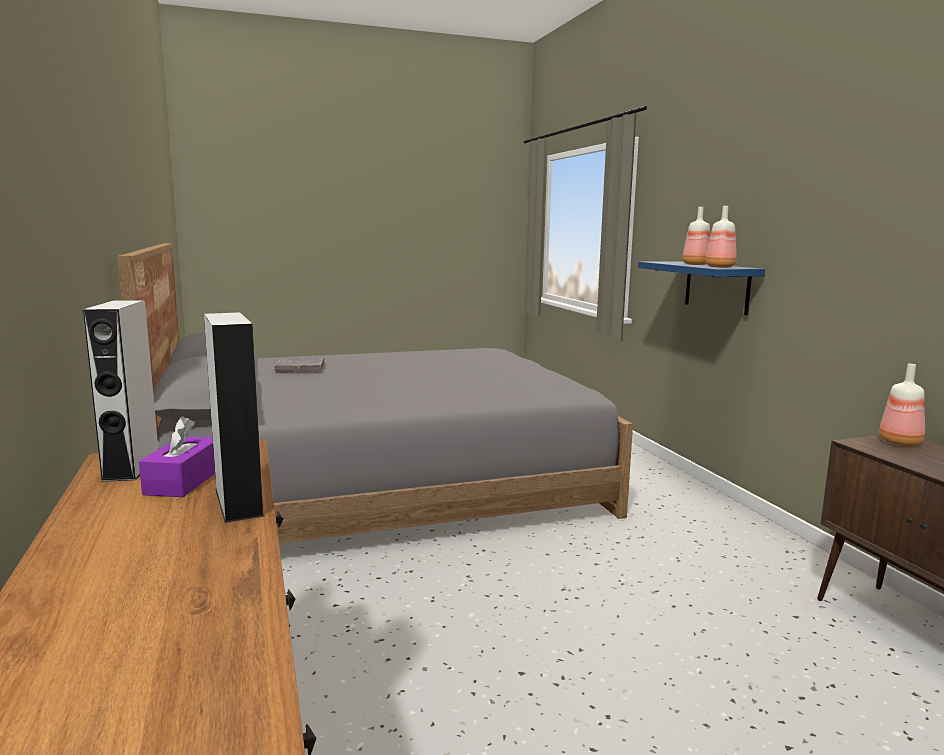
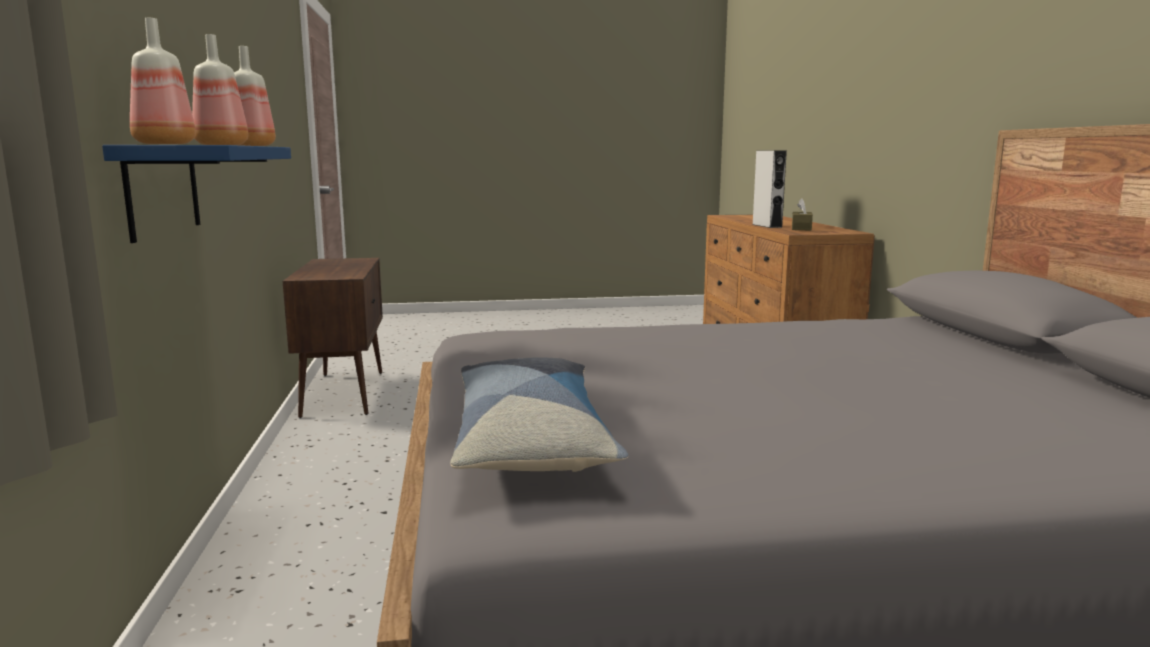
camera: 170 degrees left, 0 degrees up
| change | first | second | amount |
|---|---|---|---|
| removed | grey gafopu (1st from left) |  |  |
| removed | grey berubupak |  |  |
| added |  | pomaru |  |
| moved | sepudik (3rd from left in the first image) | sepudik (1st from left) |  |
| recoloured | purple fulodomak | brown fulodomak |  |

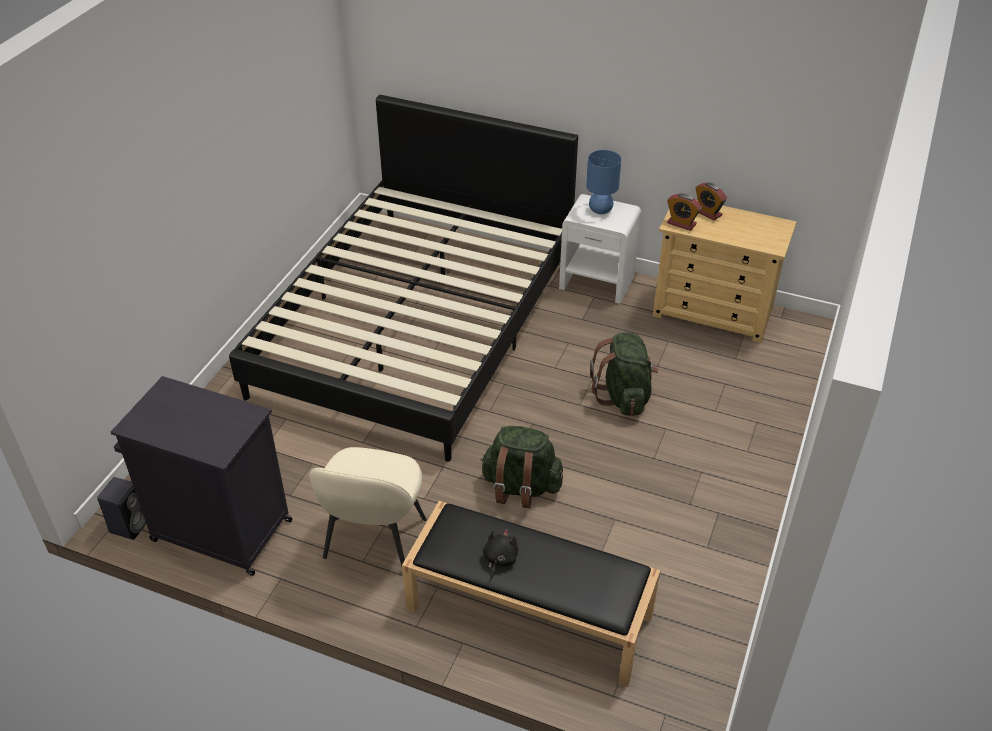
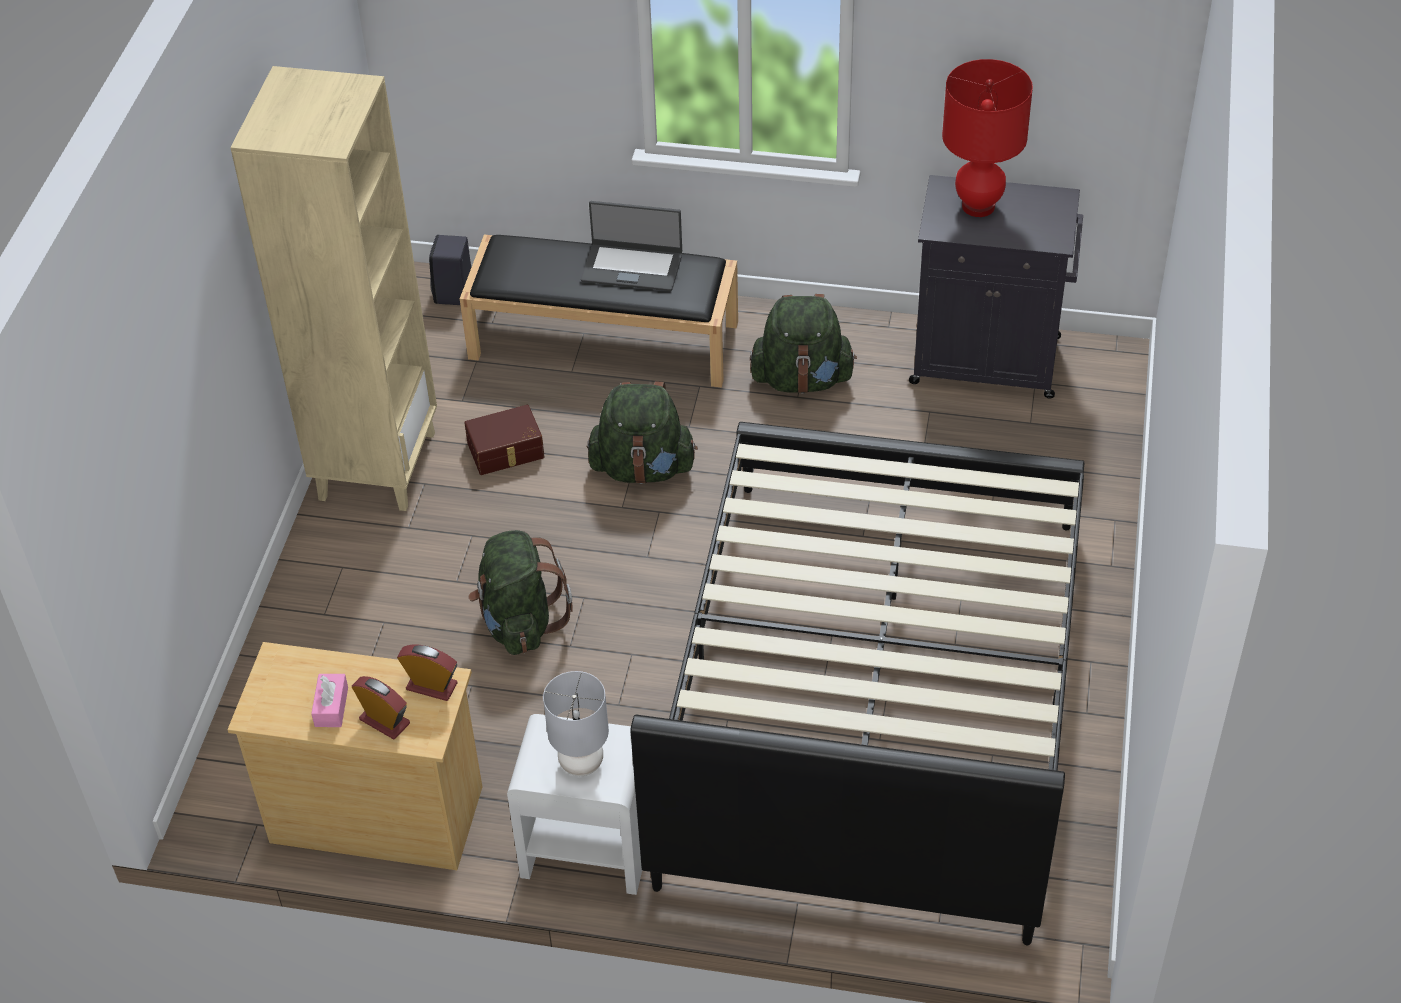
camera: 170 degrees right, 5 degrees up
| change | first | second | amount |
|---|---|---|---|
| added |  | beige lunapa |  |
| added |  | pink fulodomak |  |
| added |  | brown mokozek |  |
| added |  | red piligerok |  |
| moved | black gafopu |  |  |
| replaced | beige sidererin | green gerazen (3rd from left) |  |
| replaced | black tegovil | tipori |  |
| recoloured | blue piligerok | grey piligerok |  |

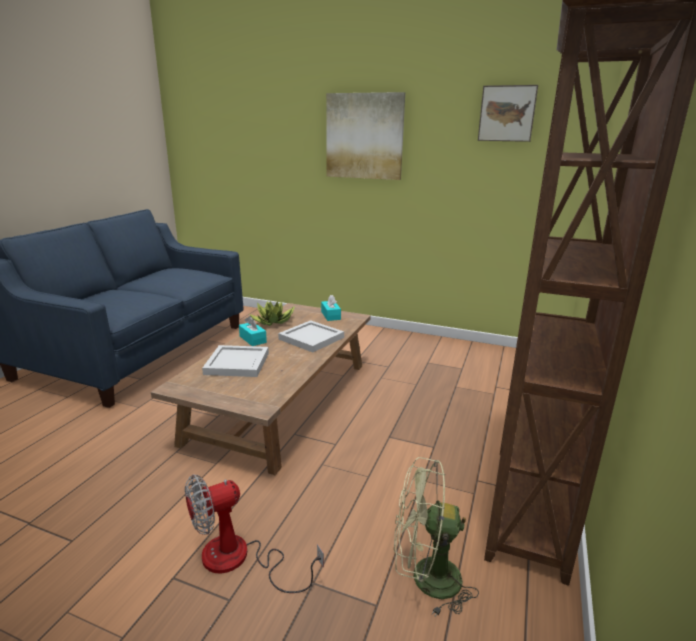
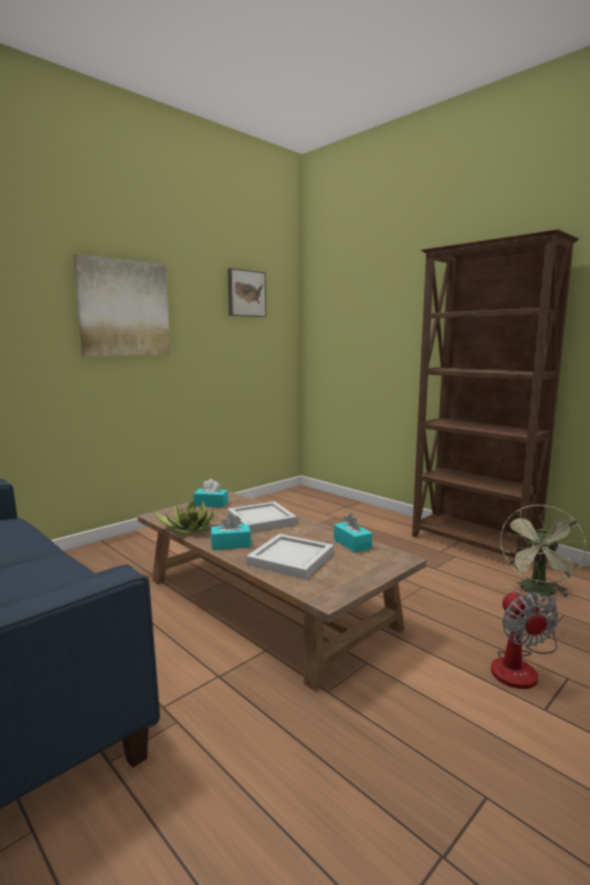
camera: 65 degrees left, 10 degrees down
| change | first | second | amount |
|---|---|---|---|
| added |  | turquoise fulodomak (3rd from left) |  |

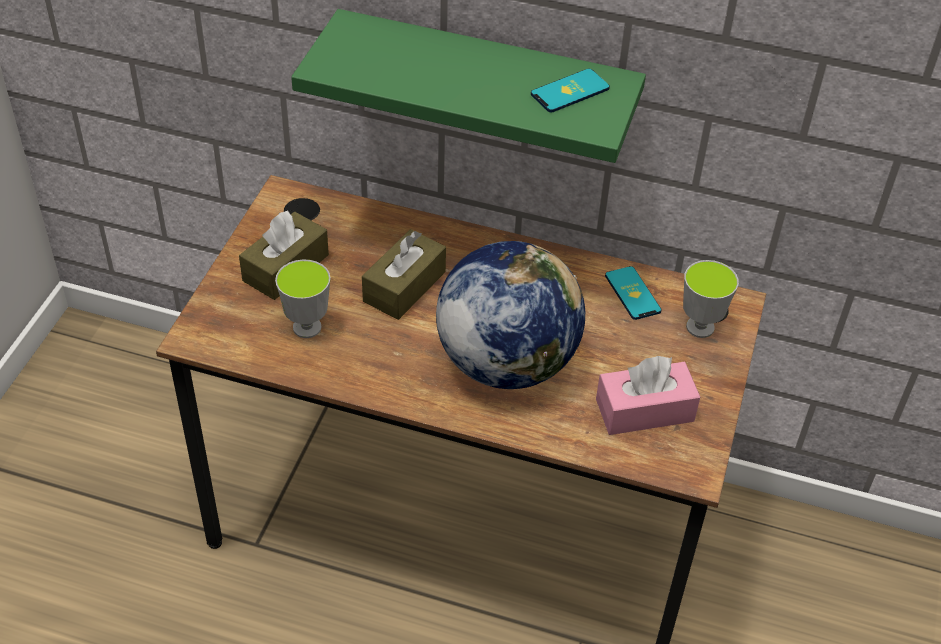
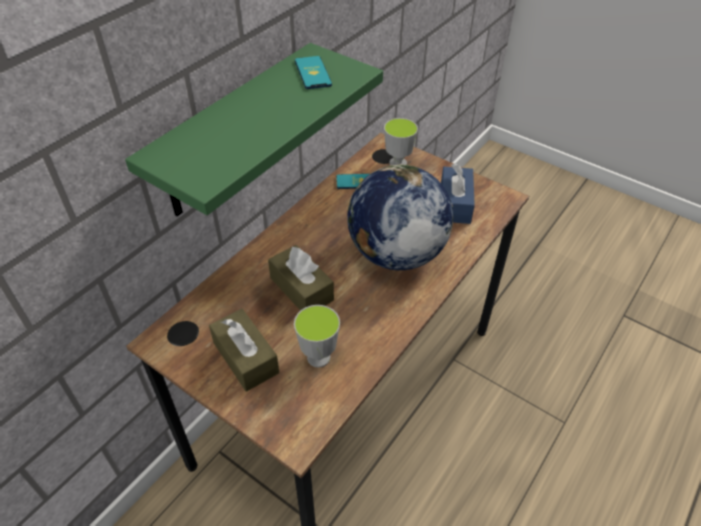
camera: 70 degrees left, 0 degrees up
| change | first | second | amount |
|---|---|---|---|
| recoloured | pink fulodomak | blue fulodomak |  |

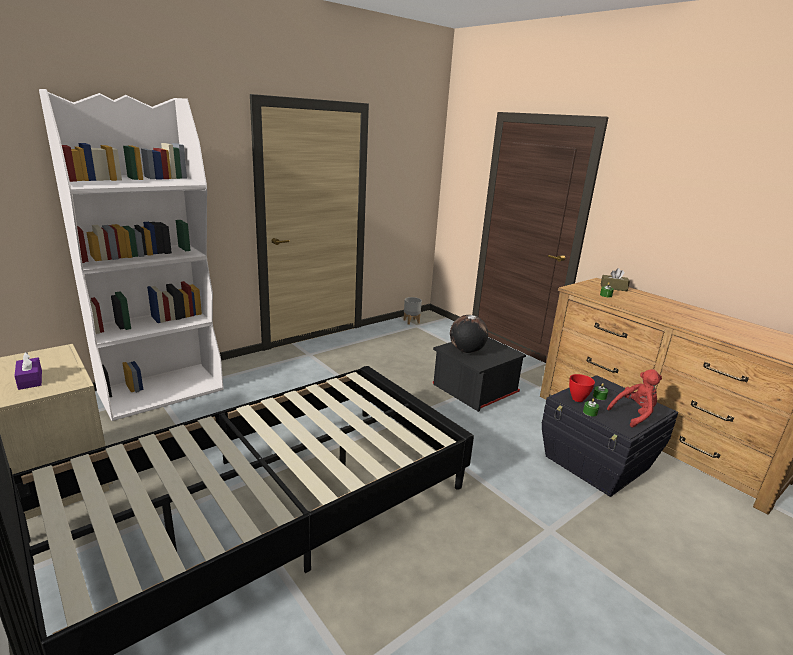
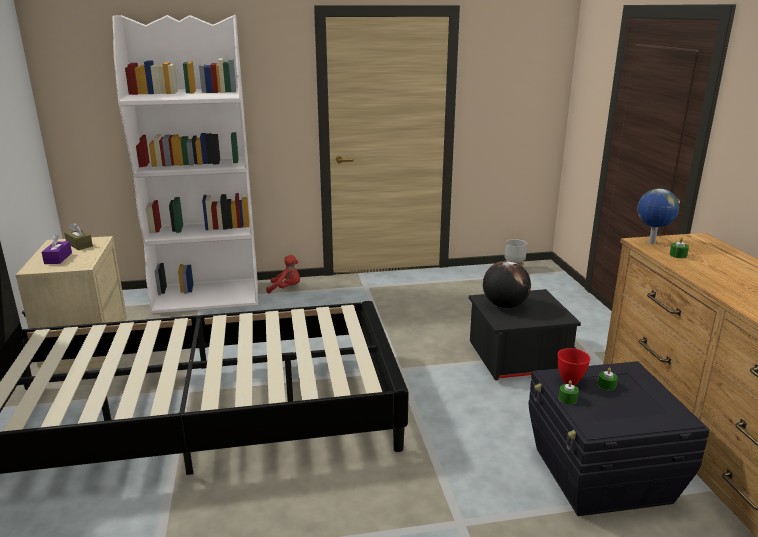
camera: 30 degrees right, 0 degrees up
| change | first | second | amount |
|---|---|---|---|
| added |  | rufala (2nd from left) |  |
| moved | brown fulodomak |  |  |
| moved | red tegovil |  |  |

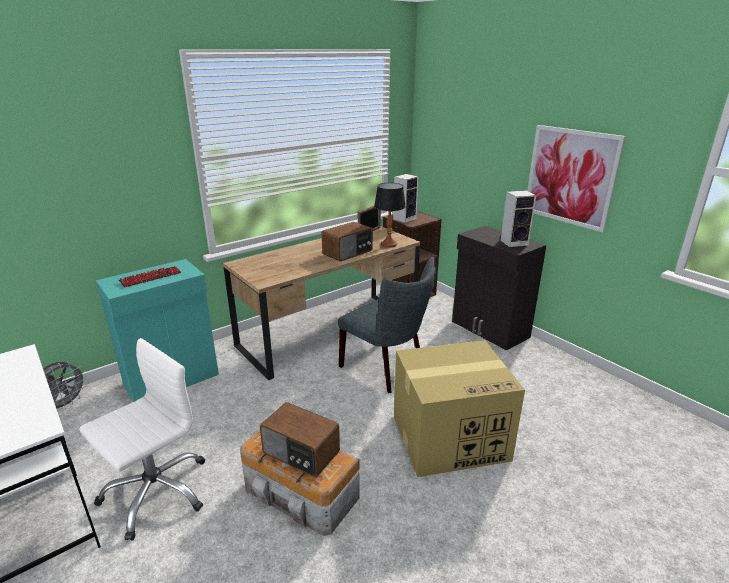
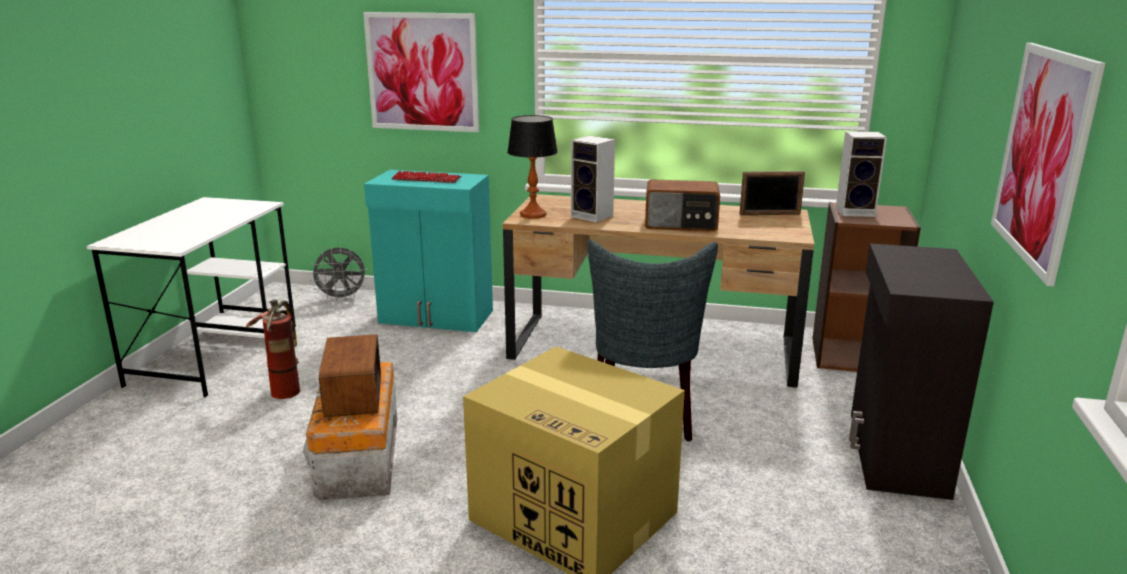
camera: 50 degrees right, 5 degrees down
| change | first | second | amount |
|---|---|---|---|
| added |  | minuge (1st from left) |  |
| moved | piligerok |  |  |
| moved | gafopu (2nd from left in the first image) | gafopu (1st from left) |  |
| replaced | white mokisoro | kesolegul |  |

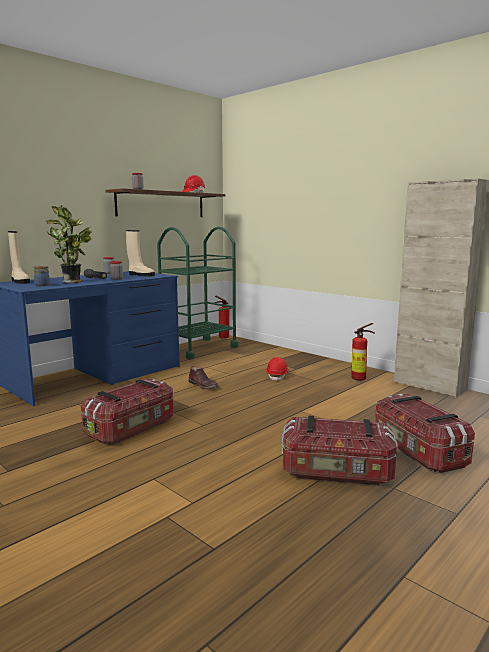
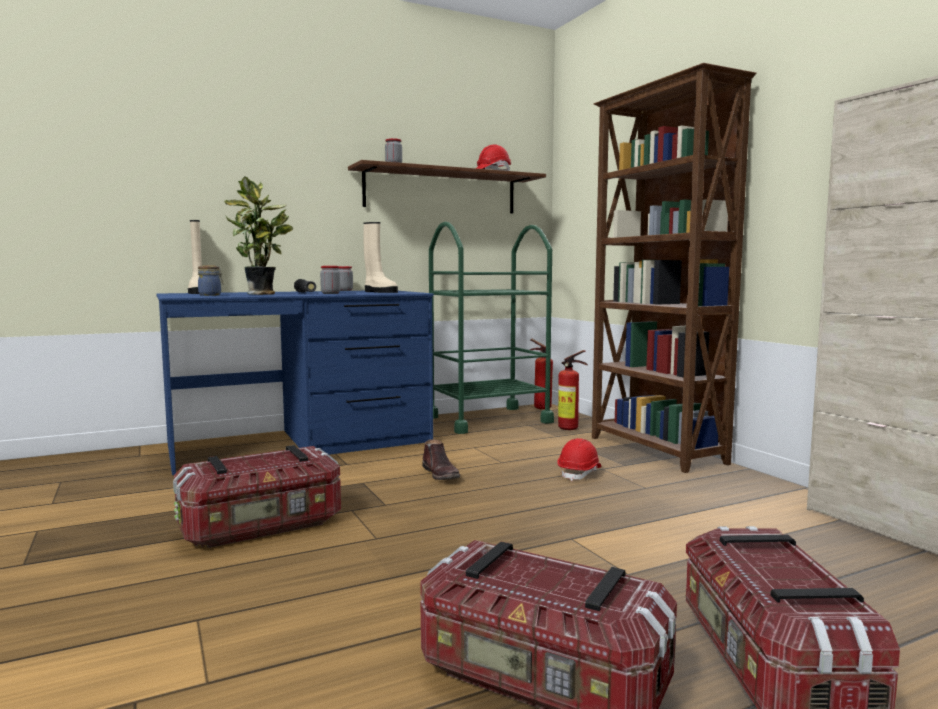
camera: 20 degrees right, 5 degrees down
| change | first | second | amount |
|---|---|---|---|
| added |  | brown lunapa |  |
| moved | kesolegul (2nd from left) |  |  |

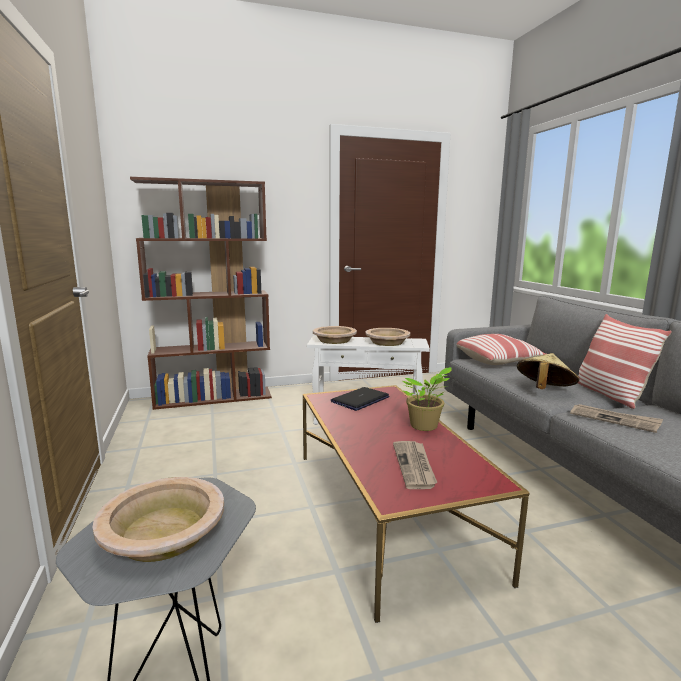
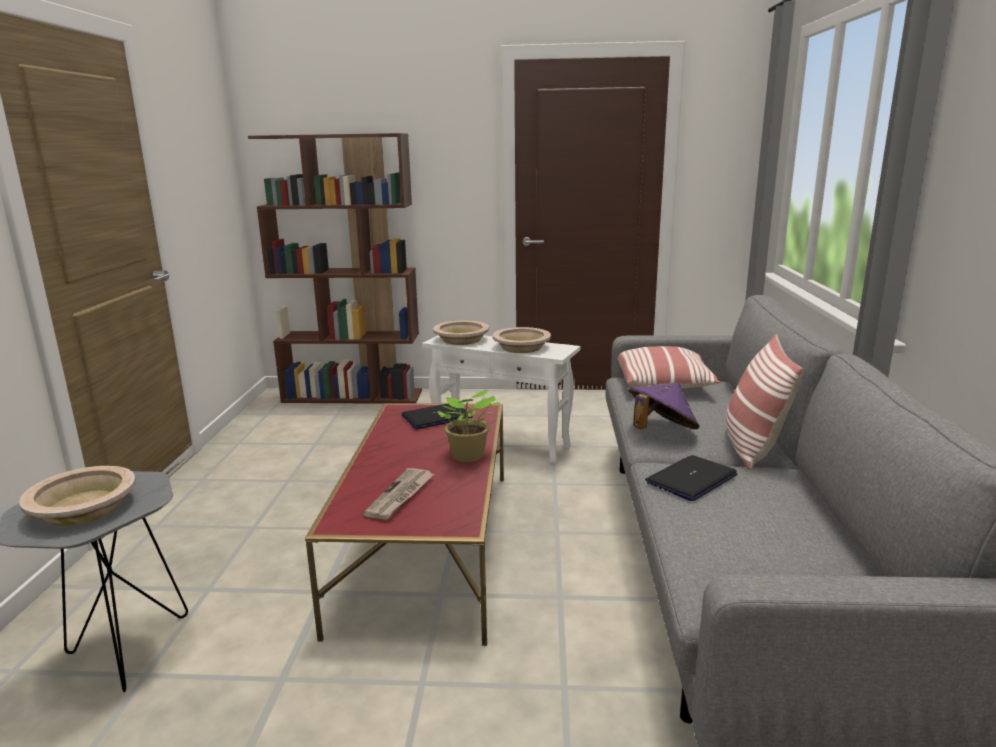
camera: 20 degrees right, 5 degrees up
| change | first | second | amount |
|---|---|---|---|
| replaced | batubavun (2nd from left) | tipori (2nd from left) |  |
| recoloured | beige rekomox | purple rekomox |  |

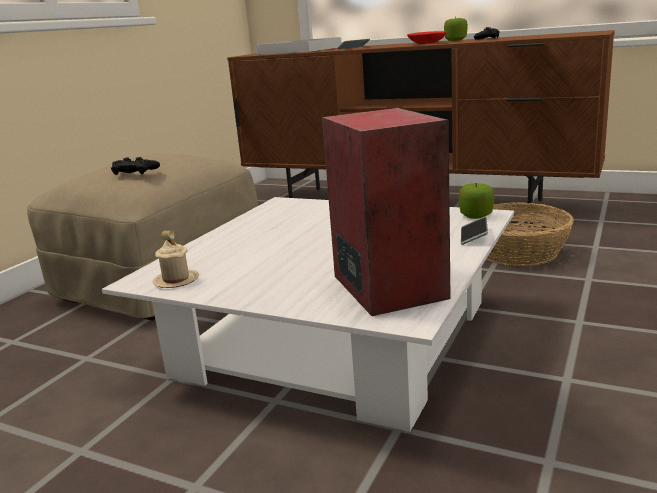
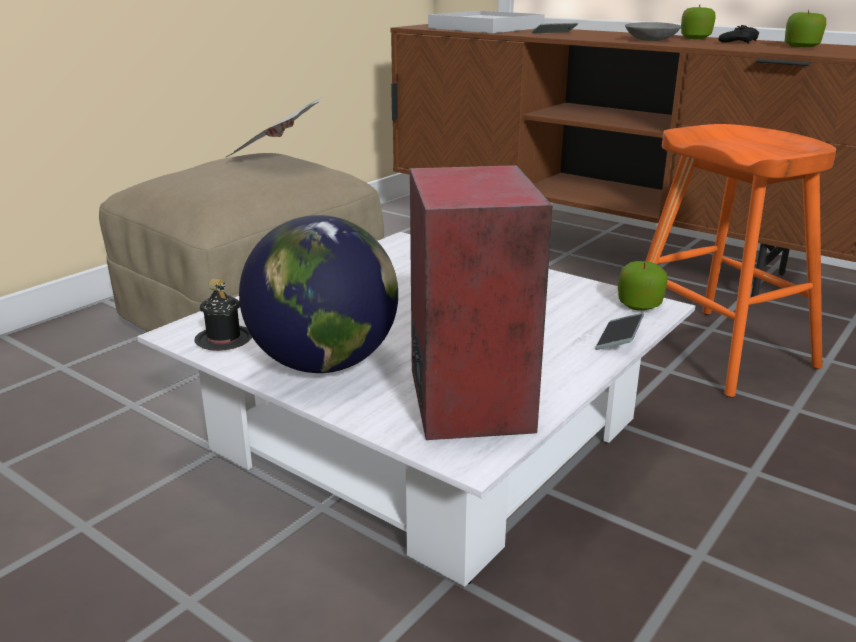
camera: 10 degrees right, 5 degrees up
| change | first | second | amount |
|---|---|---|---|
| removed | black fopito (1st from left) |  |  |
| added |  | batubavun |  |
| added |  | rufala |  |
| added |  | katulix (3rd from left) |  |
| replaced | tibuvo | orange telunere |  |
| recoloured | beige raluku | black raluku |  |
| recoloured | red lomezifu | grey lomezifu |  |

